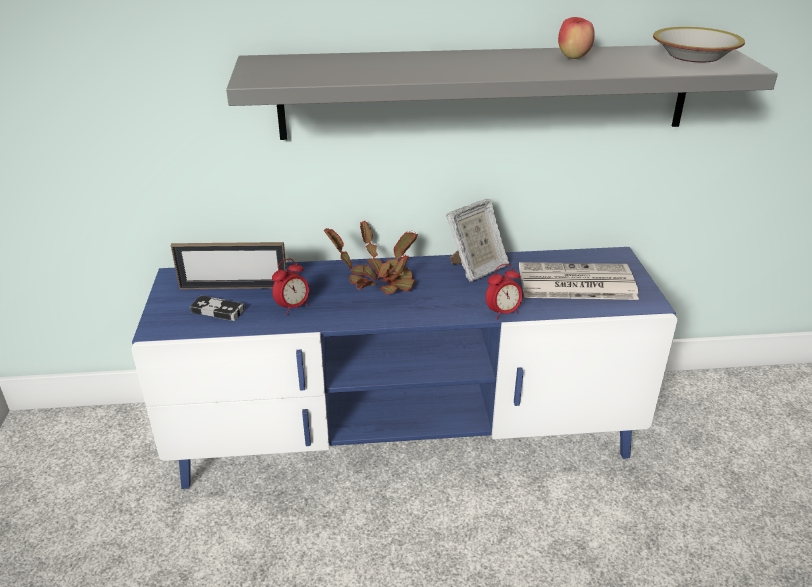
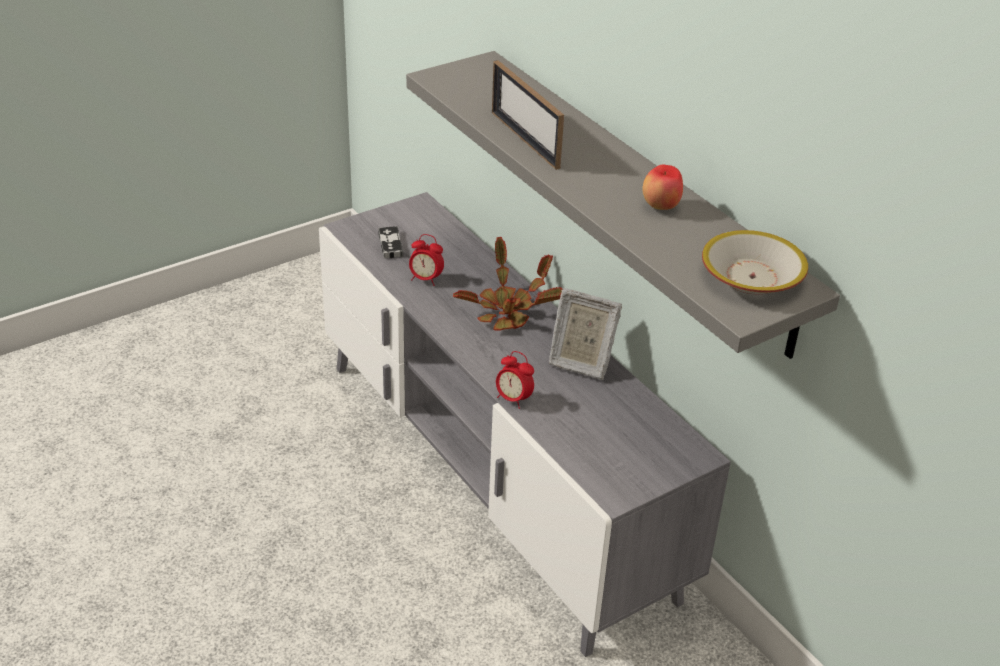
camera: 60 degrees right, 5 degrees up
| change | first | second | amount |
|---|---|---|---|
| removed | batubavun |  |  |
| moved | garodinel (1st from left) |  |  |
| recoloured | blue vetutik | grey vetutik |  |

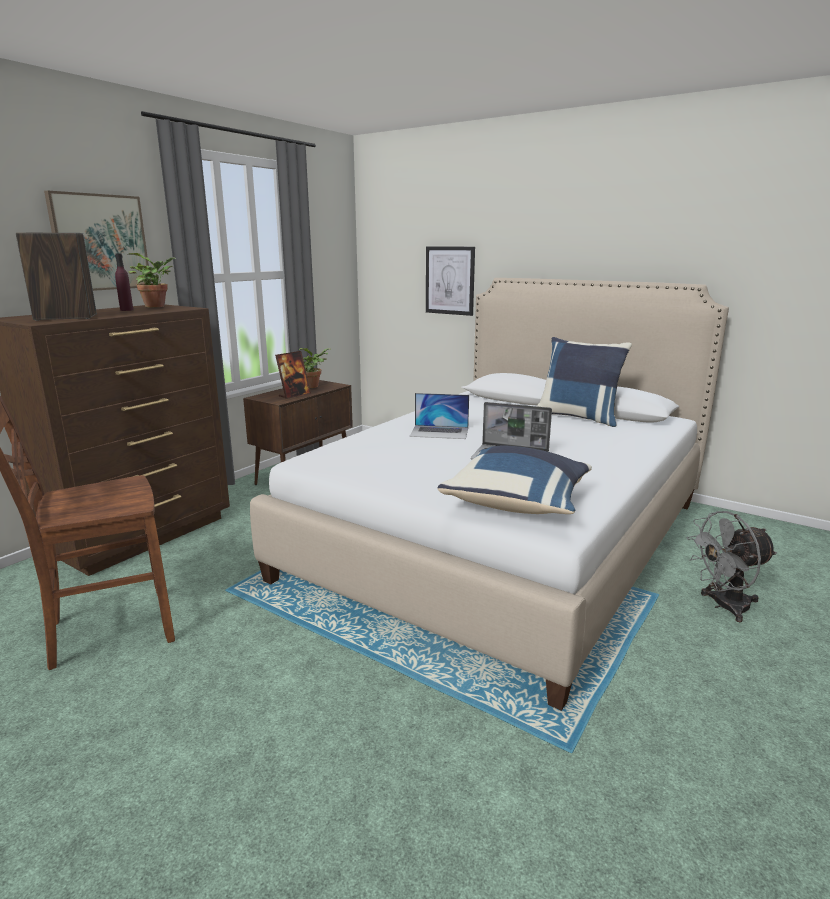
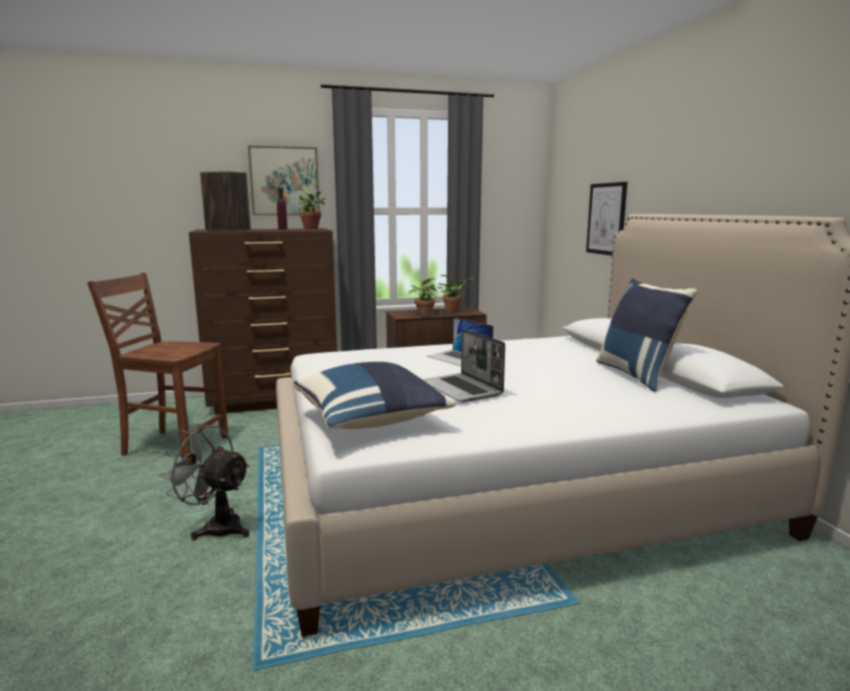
camera: 40 degrees right, 5 degrees down
| change | first | second | amount |
|---|---|---|---|
| moved | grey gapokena |  |  |
| replaced | garodinel | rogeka (2nd from left) |  |

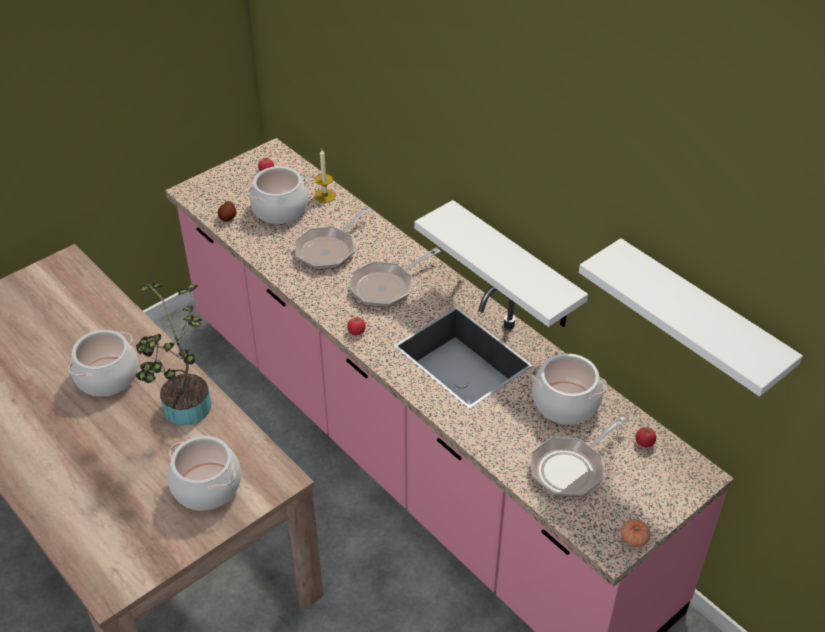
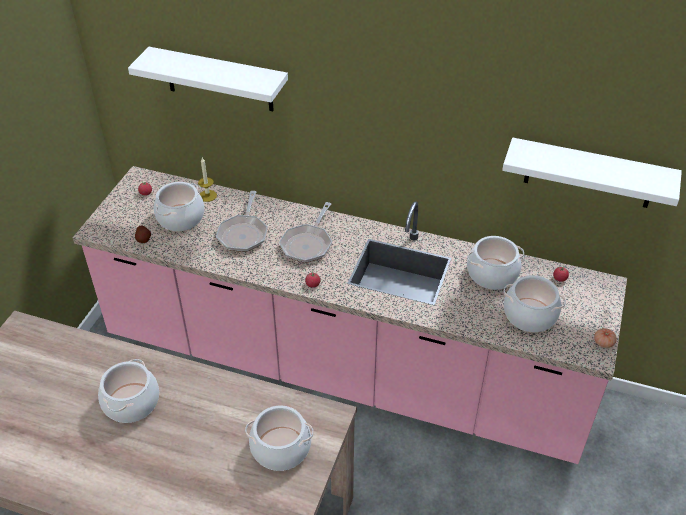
camera: 30 degrees left, 0 degrees up
| change | first | second | amount |
|---|---|---|---|
| removed | rogeka |  |  |
| moved | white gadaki (1st from left) |  |  |
| replaced | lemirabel (3rd from left) | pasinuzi (5th from left) |  |

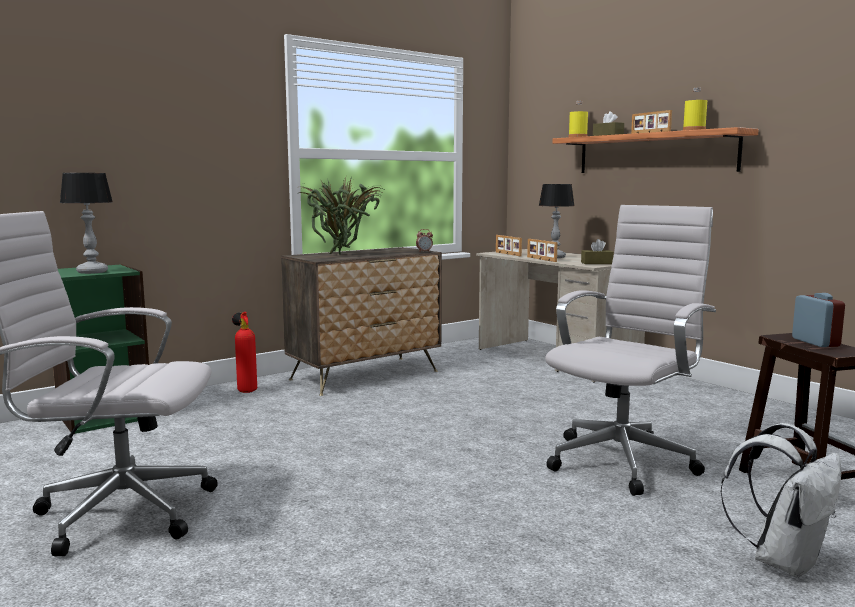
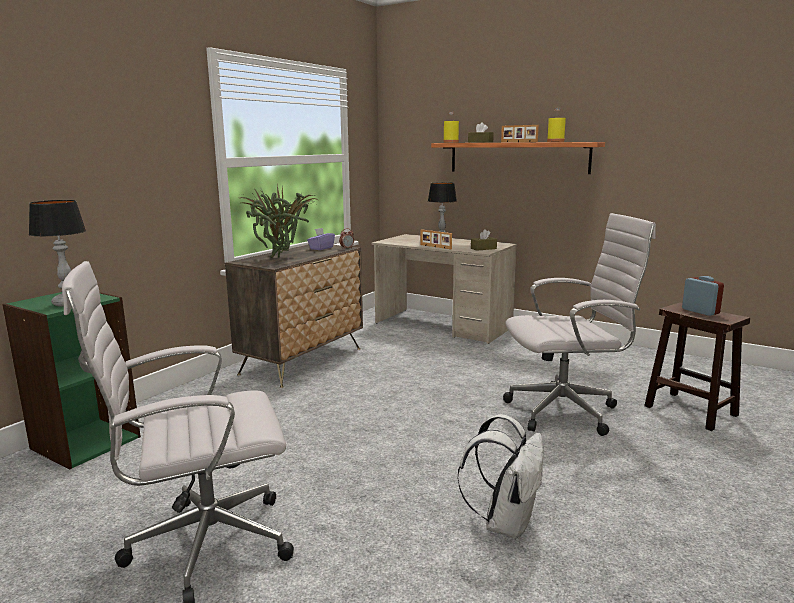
camera: 20 degrees left, 5 degrees up
| change | first | second | amount |
|---|---|---|---|
| removed | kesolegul |  |  |
| removed | garodinel (1st from left) |  |  |
| added |  | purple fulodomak |  |
| moved | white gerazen |  |  |
| turned | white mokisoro (2nd from left) |  | 60 degrees clockwise |

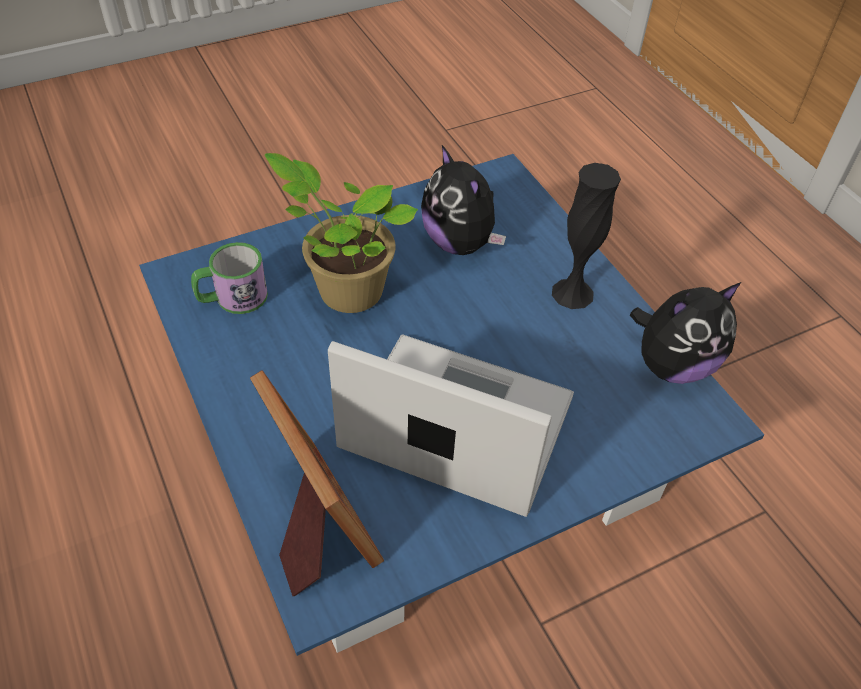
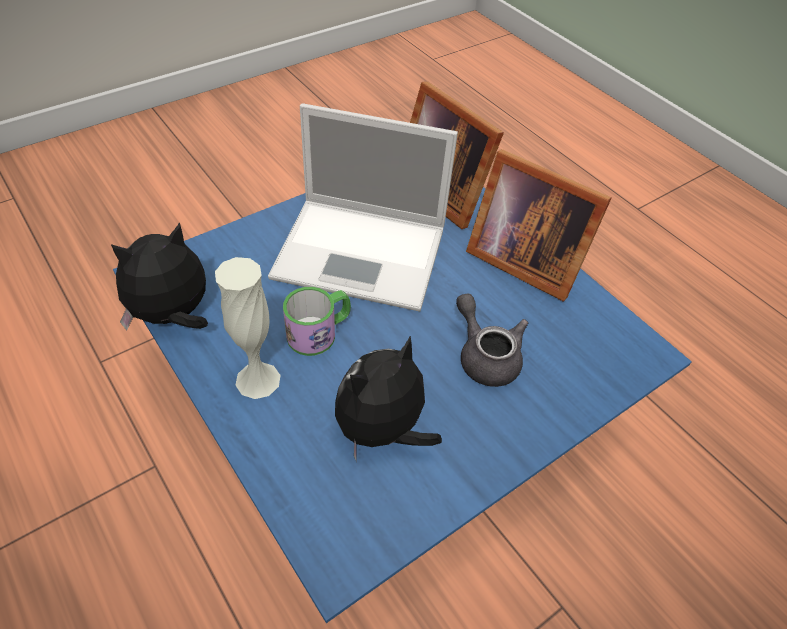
camera: 170 degrees right, 0 degrees up
| change | first | second | amount |
|---|---|---|---|
| added |  | garodinel (2nd from left) |  |
| moved | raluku |  |  |
| replaced | rogeka | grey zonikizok |  |
| recoloured | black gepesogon | white gepesogon |  |
| turned | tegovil (1st from left in the first image) | tegovil (2nd from left) | 90 degrees counterclockwise |

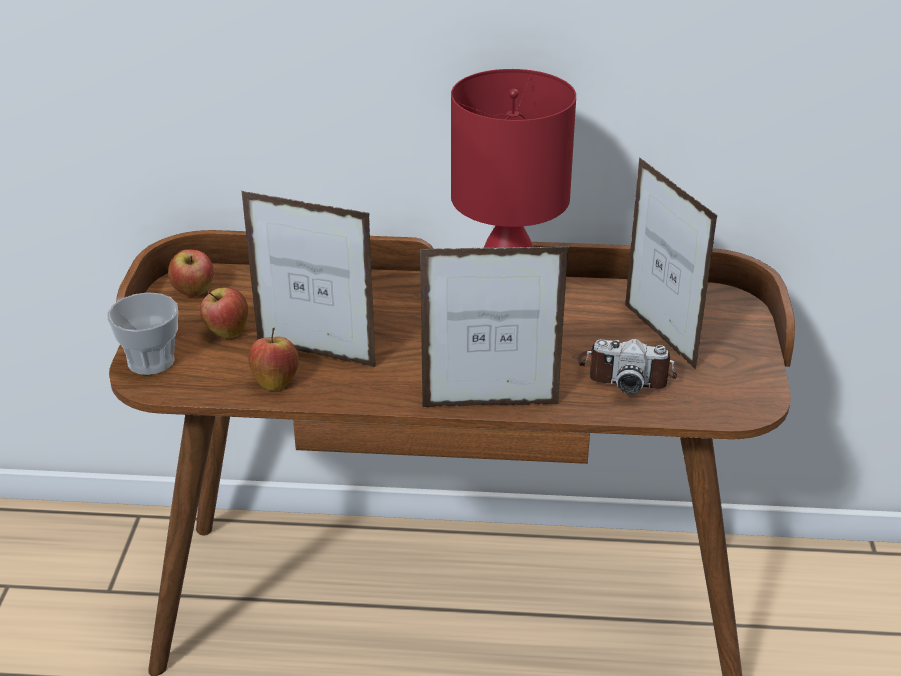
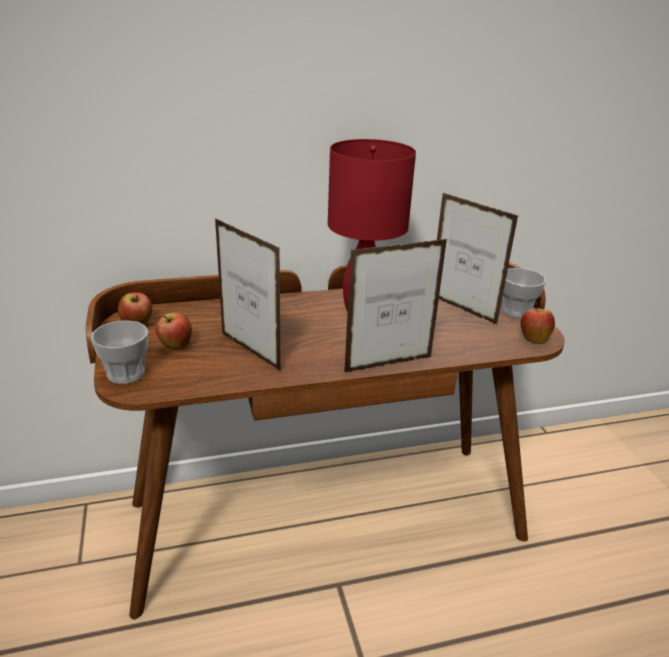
camera: 20 degrees left, 5 degrees down
| change | first | second | amount |
|---|---|---|---|
| removed | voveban |  |  |
| added |  | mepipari (2nd from left) |  |
| moved | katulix (3rd from left) |  |  |
| turned | garodinel (1st from left) |  | 135 degrees counterclockwise |

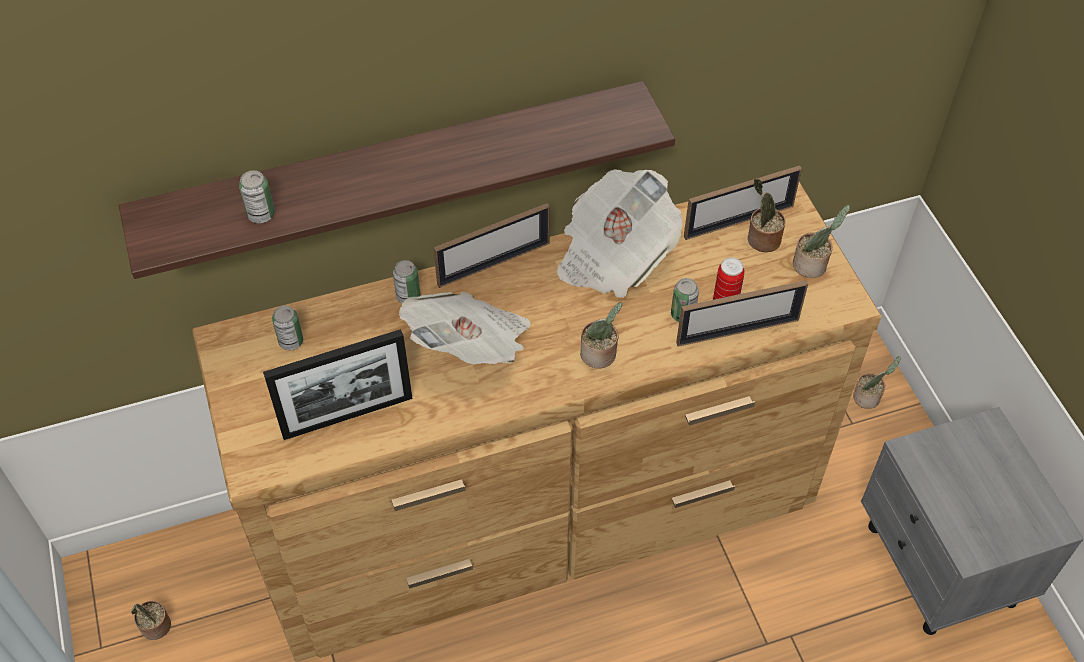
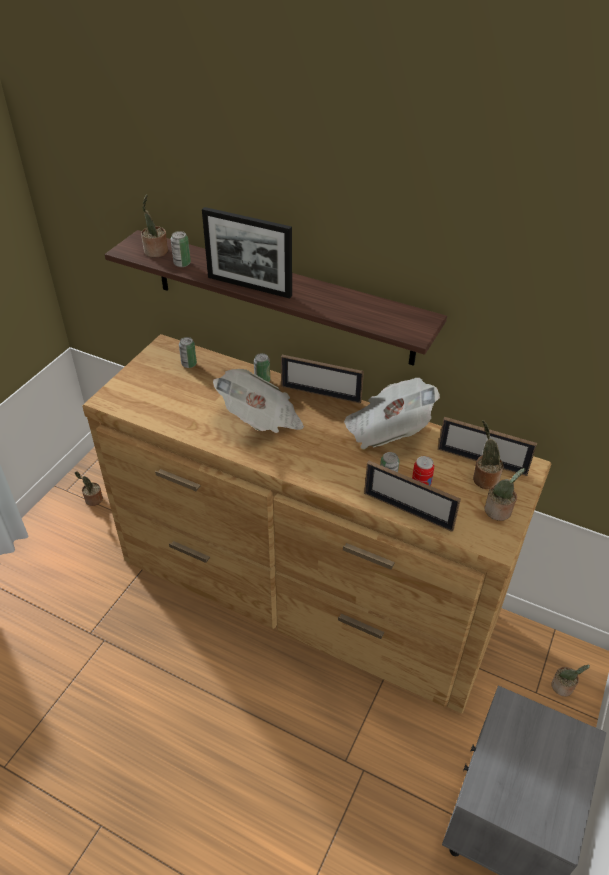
camera: 45 degrees right, 10 degrees down
| change | first | second | amount |
|---|---|---|---|
| moved | garodinel (1st from left) |  |  |
| moved | rogeka (2nd from left) |  |  |

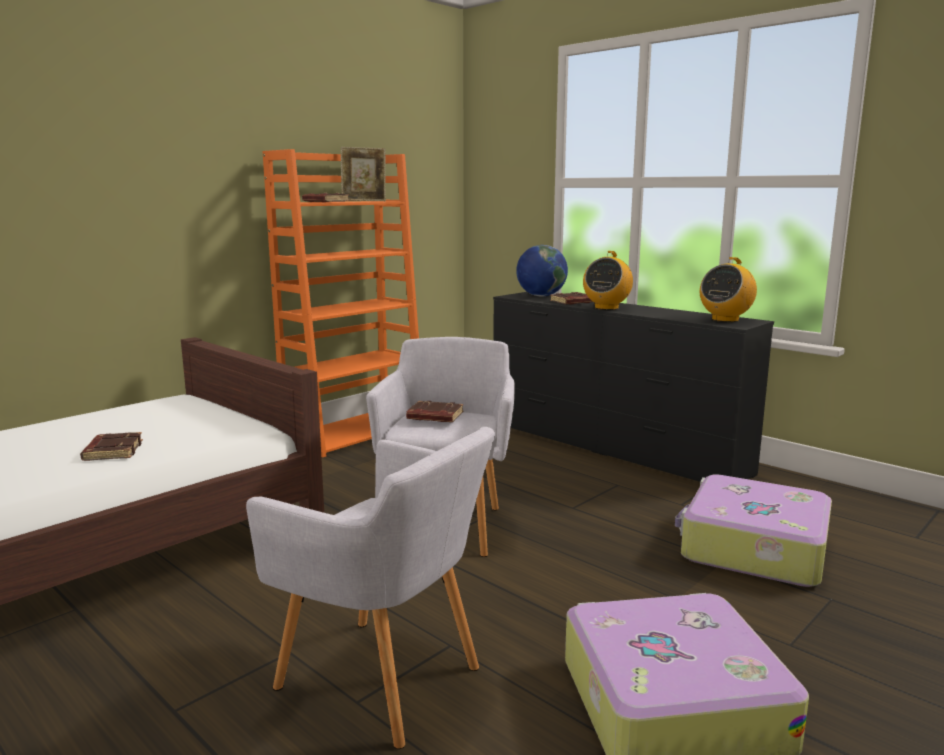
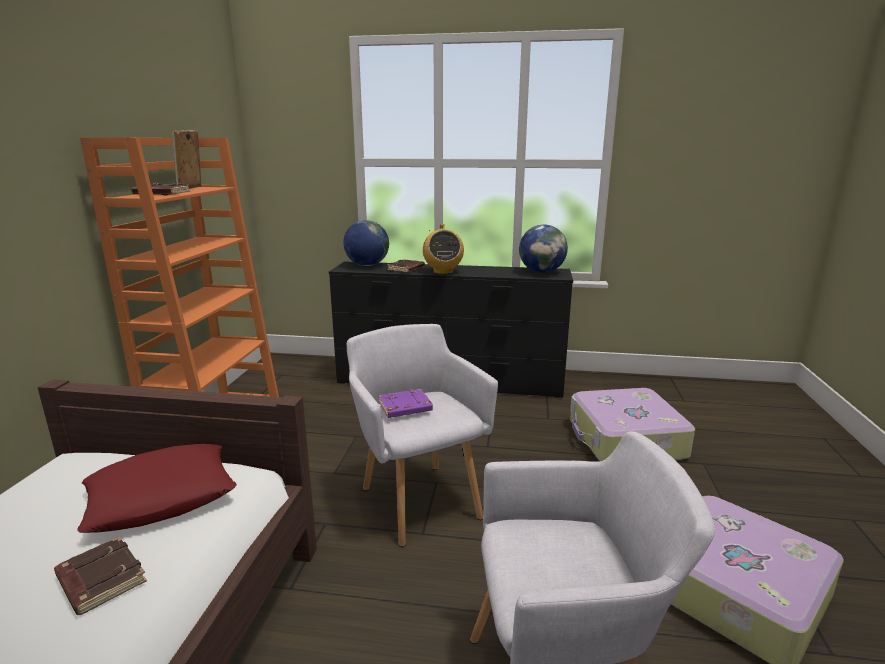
camera: 35 degrees left, 5 degrees up
| change | first | second | amount |
|---|---|---|---|
| added |  | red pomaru |  |
| replaced | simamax (2nd from left) | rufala (2nd from left) |  |
| recoloured | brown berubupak (3rd from left) | purple berubupak |  |
| turned | garodinel |  | 135 degrees clockwise |

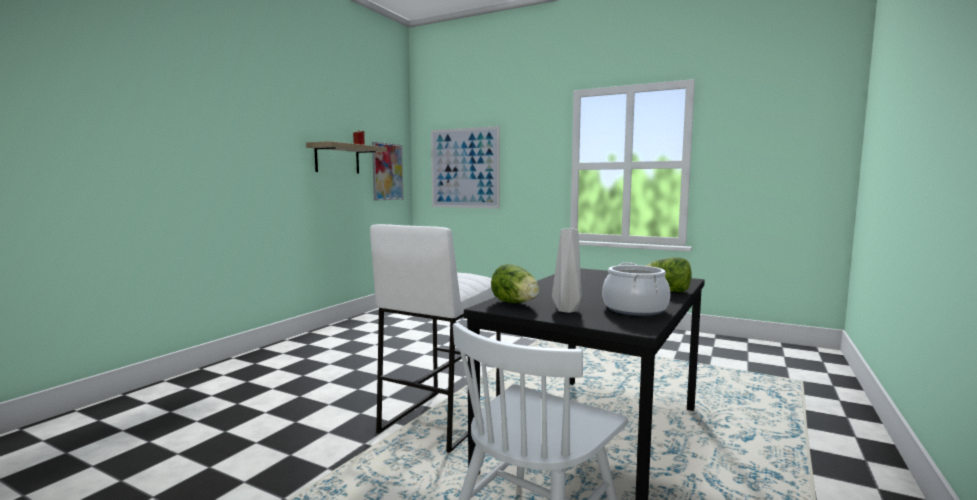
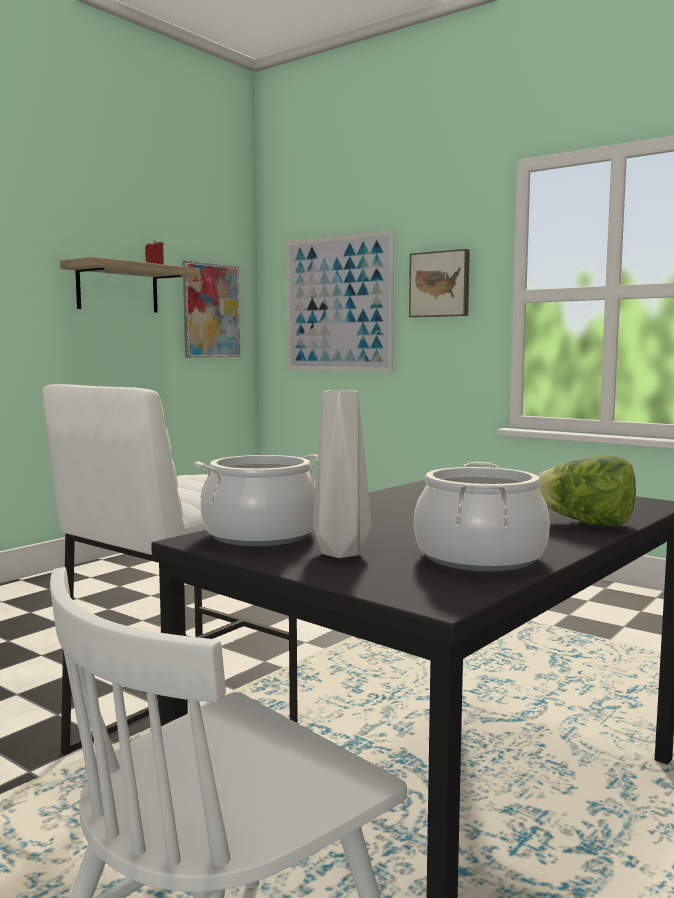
camera: 10 degrees right, 0 degrees up
| change | first | second | amount |
|---|---|---|---|
| added |  | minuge (3rd from left) |  |
| replaced | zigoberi (1st from left) | pasinuzi (1st from left) |  |

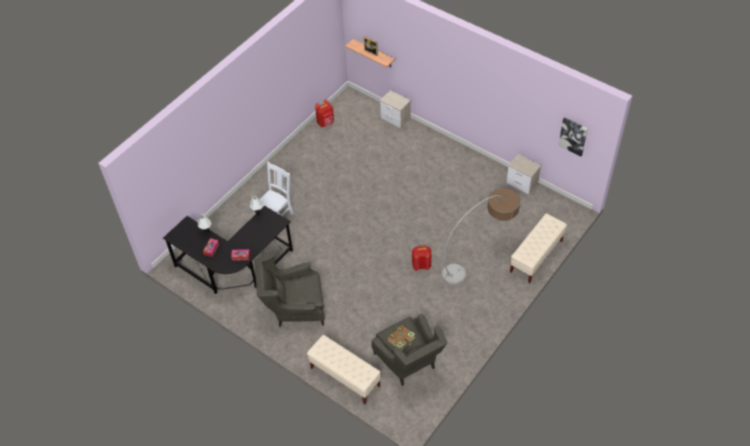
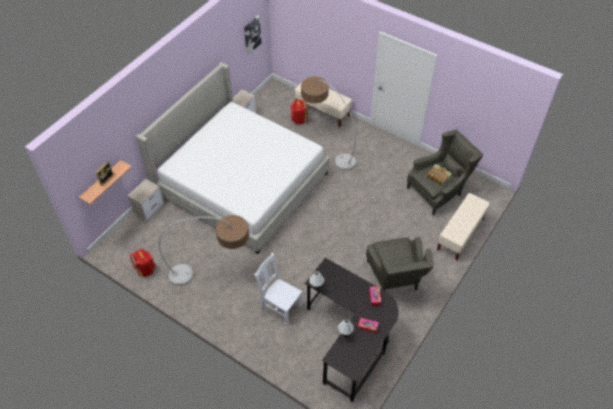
camera: 95 degrees left, 0 degrees up
| change | first | second | amount |
|---|---|---|---|
| added |  | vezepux |  |
| added |  | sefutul (1st from left) |  |
| moved | red gerazen (2nd from left) |  |  |

